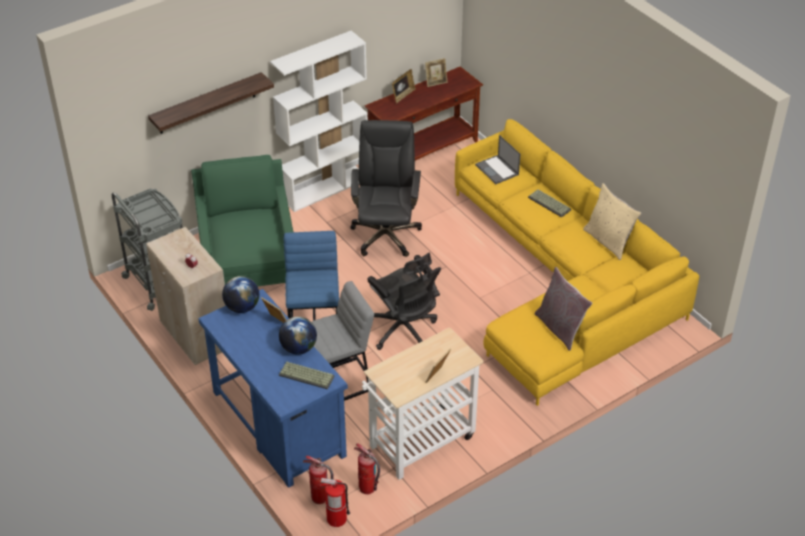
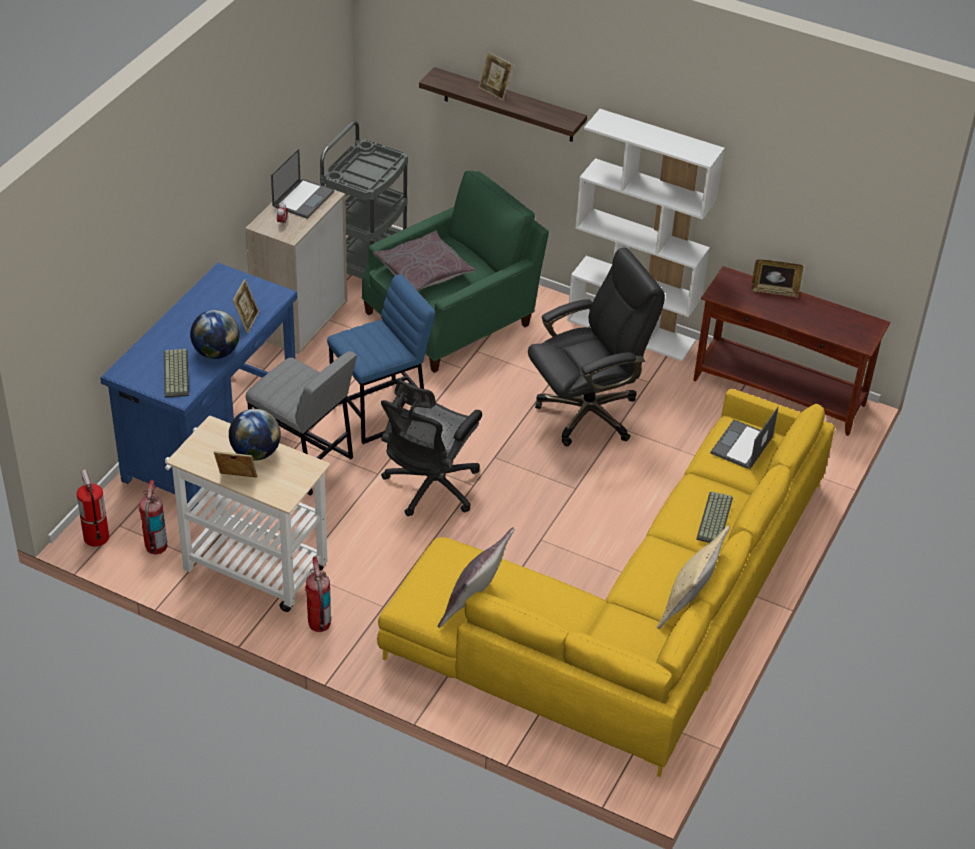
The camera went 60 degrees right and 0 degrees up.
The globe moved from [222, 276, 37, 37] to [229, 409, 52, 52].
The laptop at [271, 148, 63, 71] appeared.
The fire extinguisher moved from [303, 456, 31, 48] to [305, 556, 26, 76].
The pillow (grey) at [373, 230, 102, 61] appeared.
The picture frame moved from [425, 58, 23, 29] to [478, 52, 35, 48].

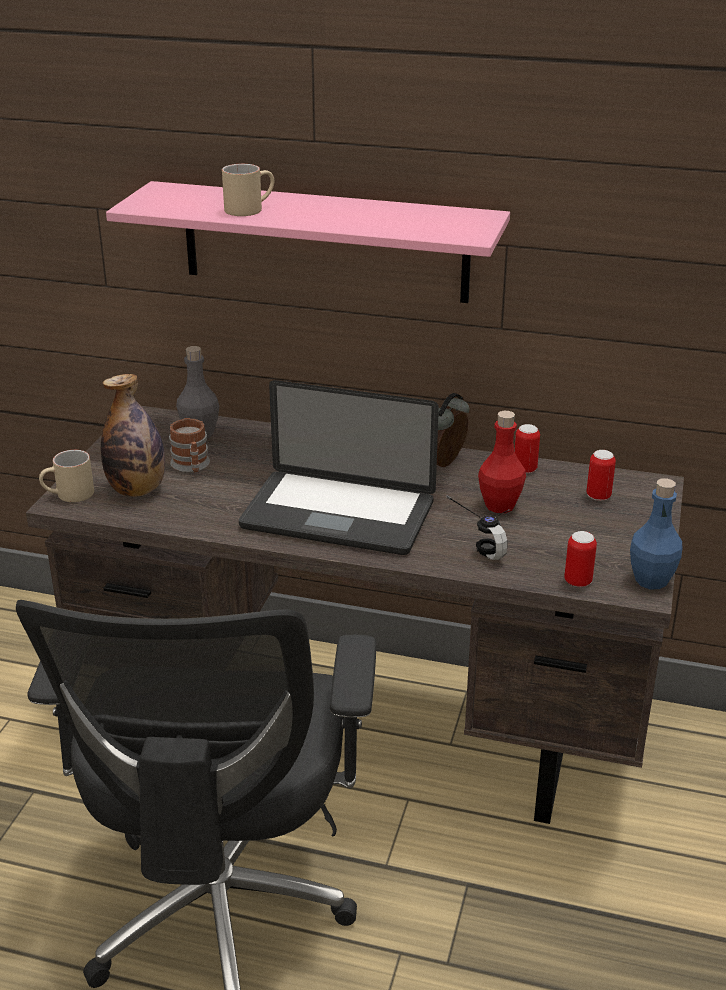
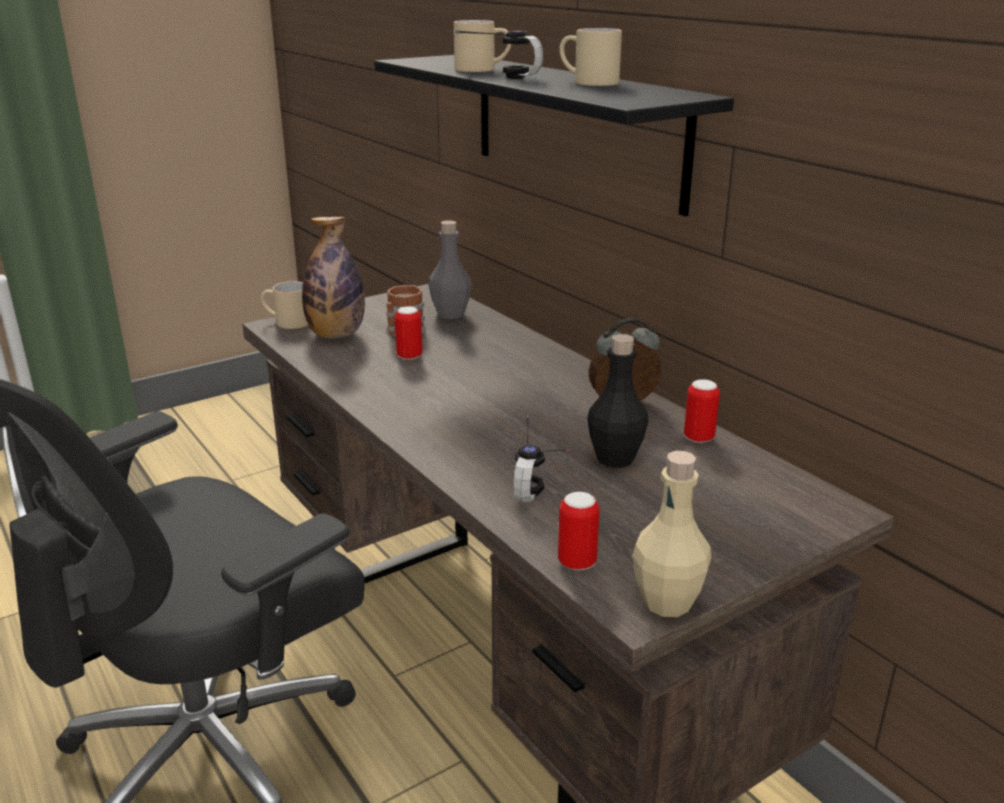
The camera went 40 degrees right and 5 degrees down.
The shelf (pink) at [106, 181, 404, 122] became the shelf (black) at [374, 55, 360, 162].
The can moved from [586, 450, 30, 51] to [395, 306, 28, 54].
The headphones at [454, 30, 89, 49] appeared.
The mug (beige) at [559, 28, 63, 58] appeared.
The bottle (red) at [478, 411, 48, 102] became the bottle (black) at [587, 334, 62, 134].
The bottle (blue) at [630, 478, 52, 111] became the bottle (beige) at [633, 451, 78, 166].
The laptop at [239, 380, 200, 175] disappeared.

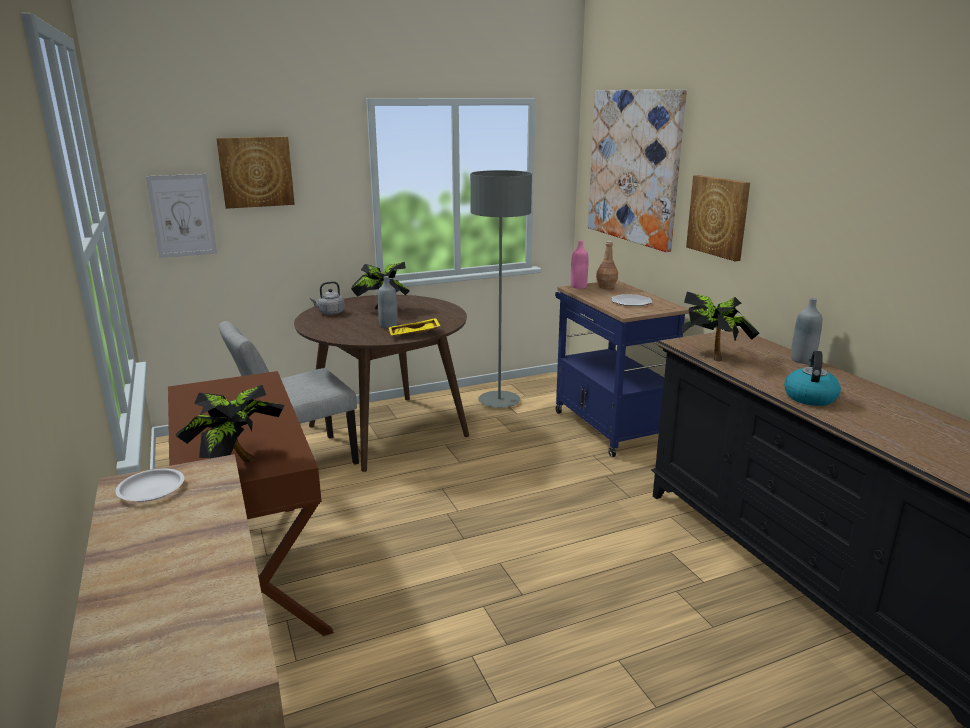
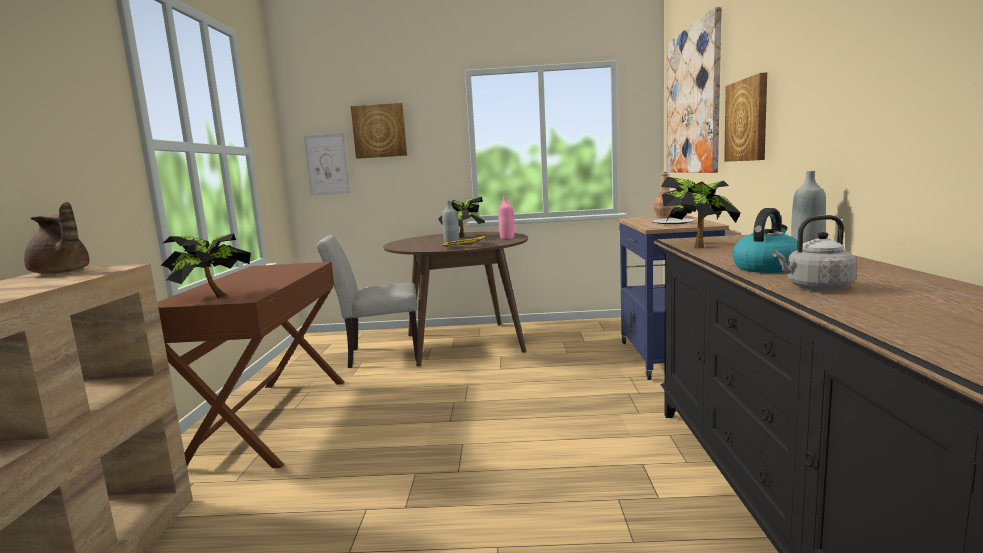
The camera went 25 degrees right and 10 degrees down.
The plate (white) at [115, 469, 69, 33] was replaced by the teapot (brown) at [24, 202, 66, 72].
The bottle (pink) moved from [571, 241, 17, 48] to [498, 196, 17, 43].
The kettle (grey) moved from [310, 281, 35, 34] to [772, 215, 84, 76].
The floor lamp (grey) at [470, 170, 62, 238] disappeared.

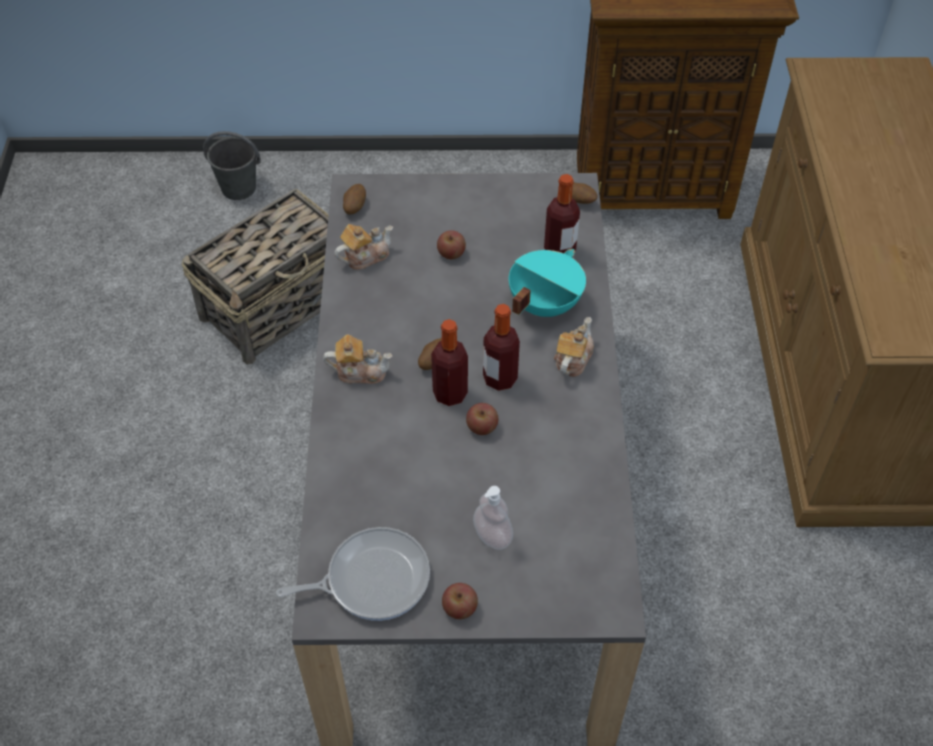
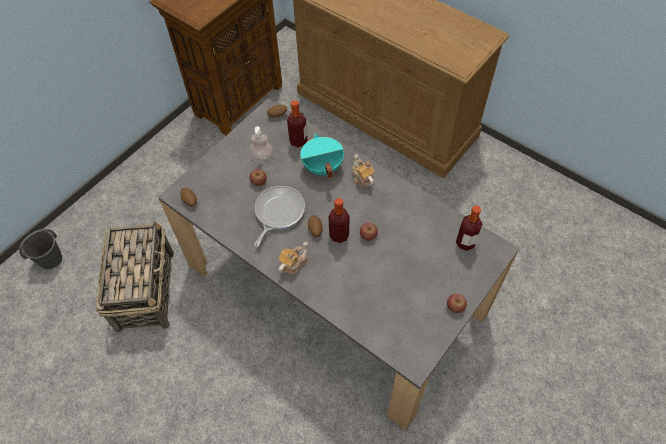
The camera went 50 degrees left and 5 degrees up.
The soap dispenser moved from [473, 486, 40, 64] to [249, 126, 24, 34].
The frying pan moved from [276, 527, 154, 94] to [254, 186, 51, 61].
The bottle moved from [483, 304, 37, 87] to [456, 205, 26, 46].
The teapot at [334, 224, 59, 46] disappeared.

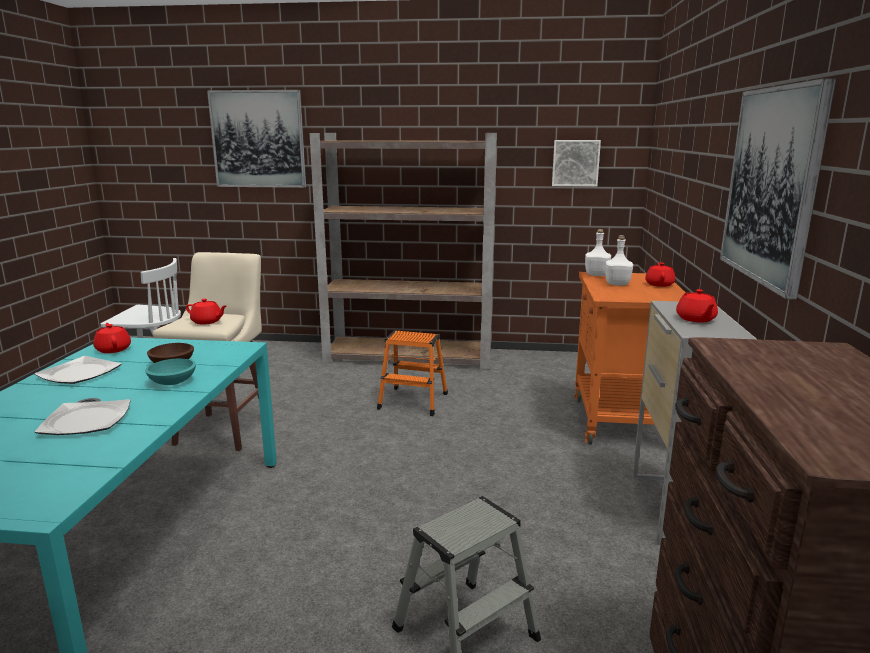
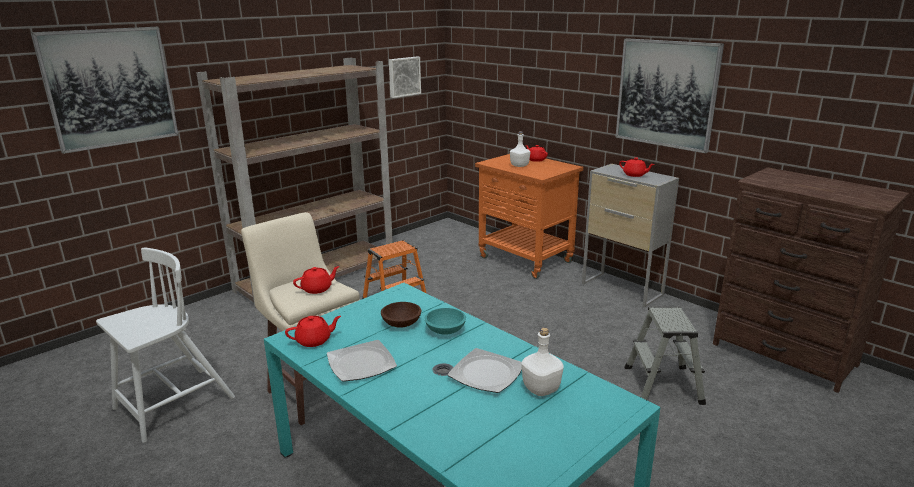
The camera went 50 degrees left and 5 degrees up.
The teapot (red) at [93, 323, 38, 30] turned 150 degrees clockwise.
The bottle (white) moved from [585, 229, 26, 47] to [522, 328, 42, 68].

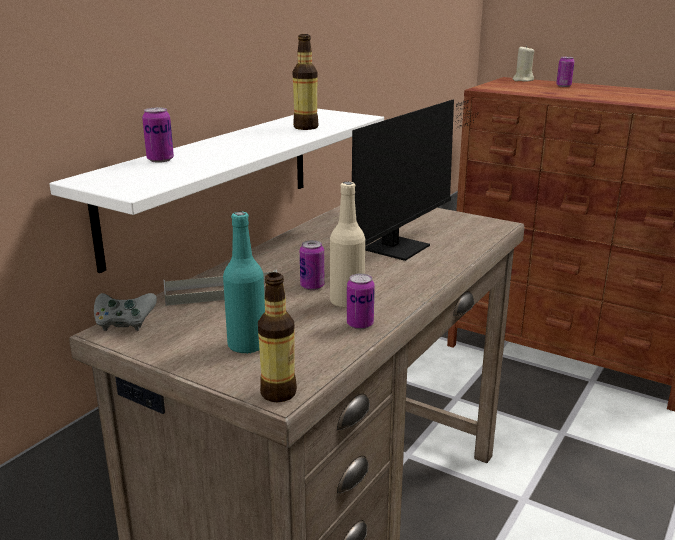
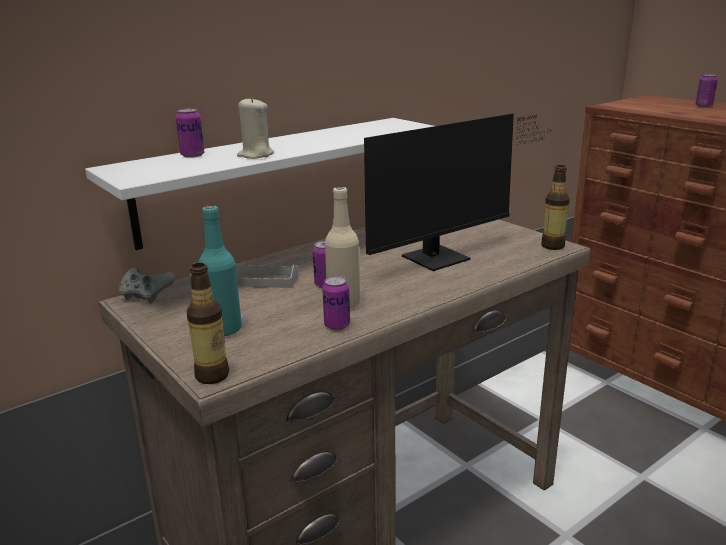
The camera went 20 degrees right and 0 degrees up.
The candle (beige) moved from [513, 45, 21, 36] to [237, 97, 37, 62].
The bottle moved from [293, 34, 25, 96] to [541, 165, 28, 85].

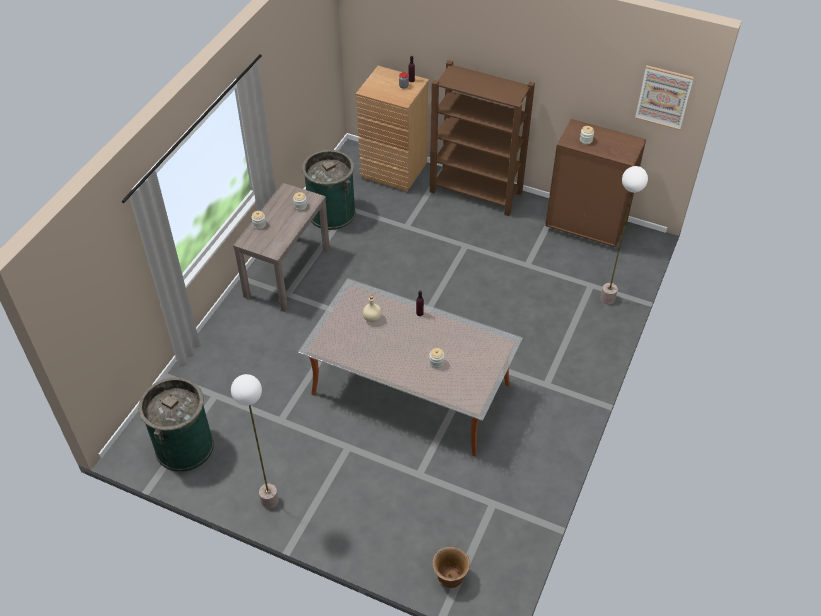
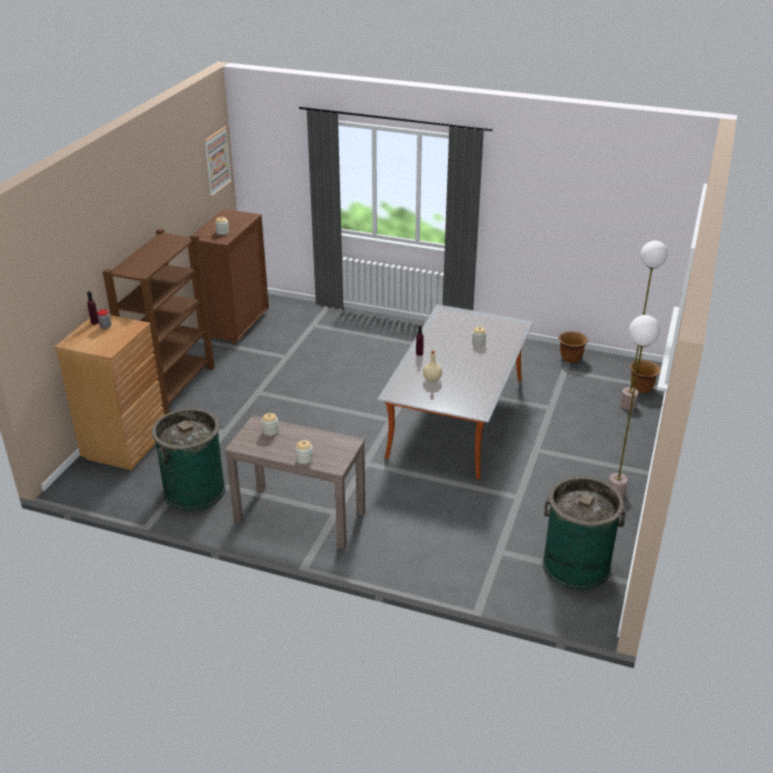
The camera went 95 degrees left and 15 degrees down.
The planter (brown) at [558, 331, 30, 32] appeared.
The floor lamp moved from [600, 166, 48, 139] to [620, 240, 48, 170].

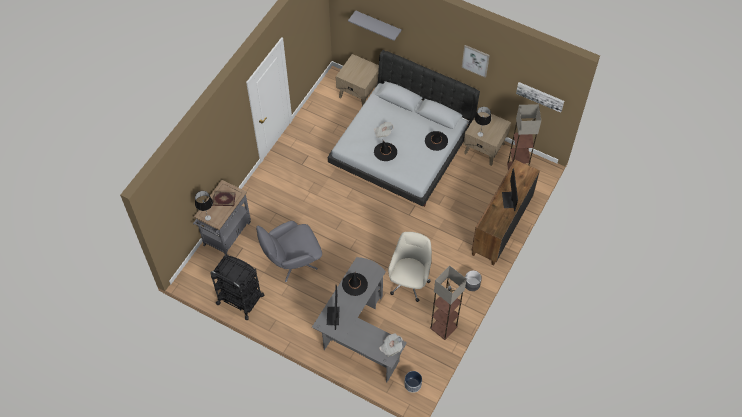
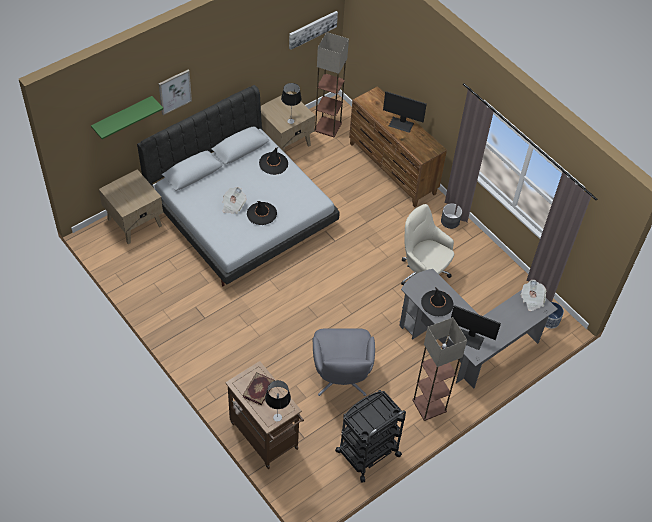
The camera went 70 degrees left and 5 degrees down.
The shelf (grey) at [348, 10, 54, 31] became the shelf (green) at [91, 96, 72, 43].
The picture moved from [462, 45, 28, 33] to [159, 70, 33, 45].
The cart (grey) at [193, 180, 58, 76] became the cart (brown) at [225, 361, 79, 108].
The floor lamp moved from [430, 265, 37, 75] to [412, 317, 55, 104].

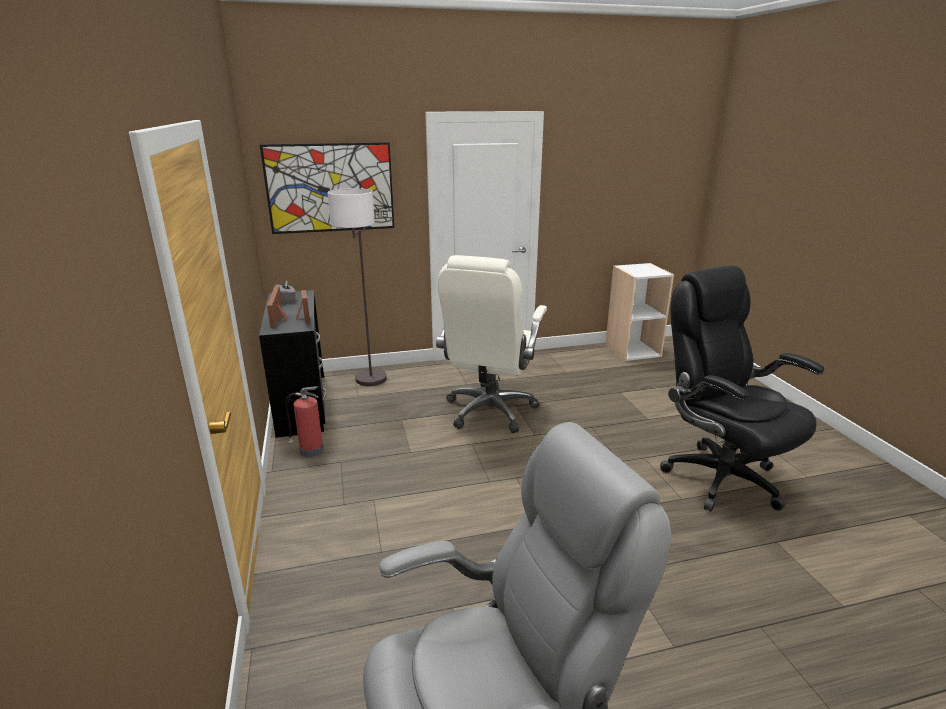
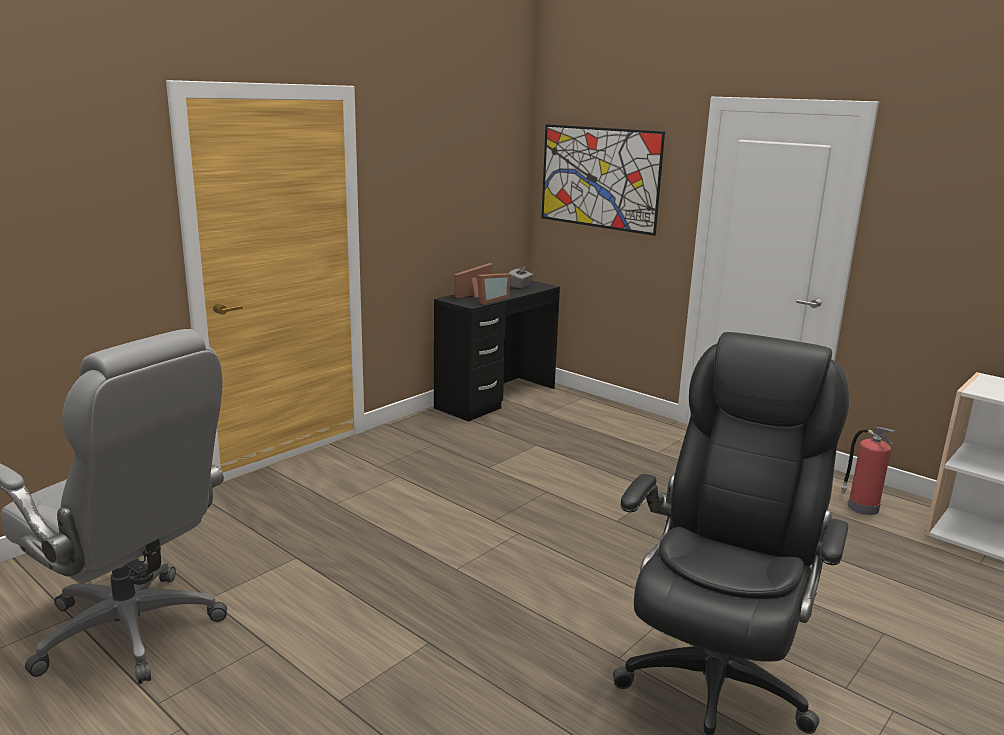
The camera went 55 degrees right and 5 degrees down.
The fire extinguisher moved from [285, 386, 39, 71] to [841, 427, 55, 88].
The floor lamp (white) at [328, 188, 59, 198] disappeared.
The office chair (white) at [436, 255, 111, 178] disappeared.

